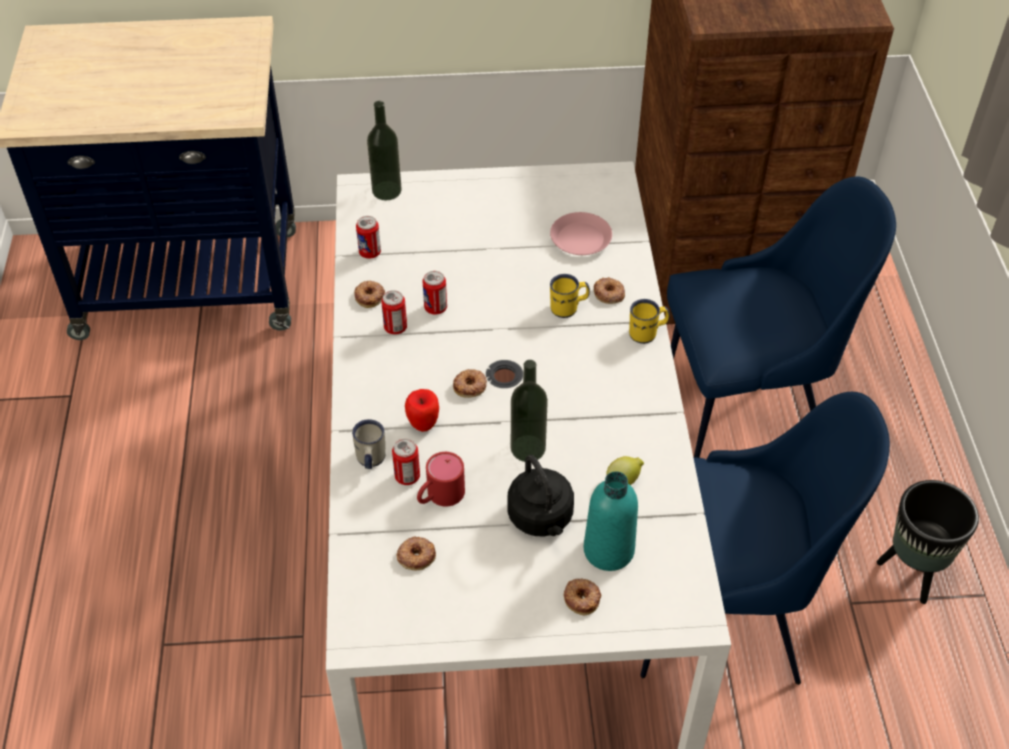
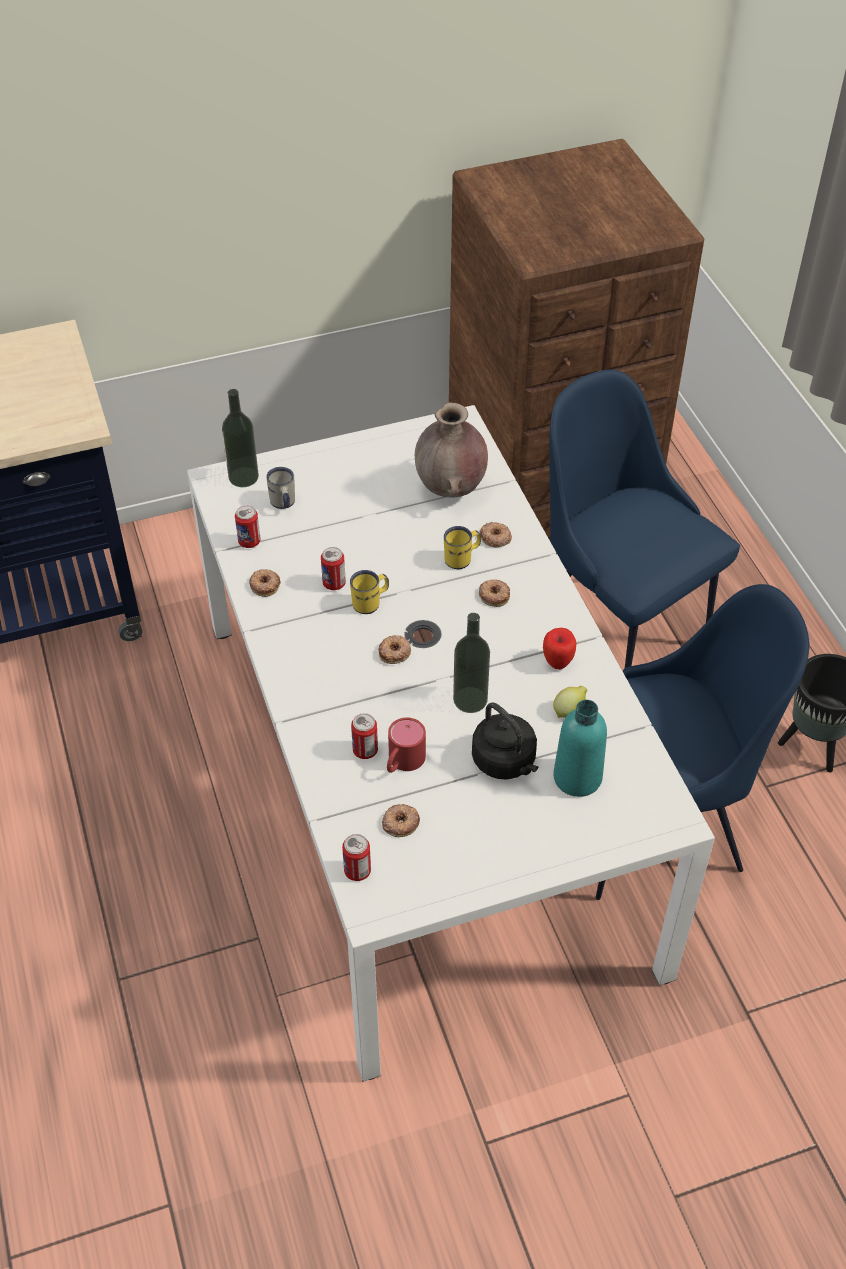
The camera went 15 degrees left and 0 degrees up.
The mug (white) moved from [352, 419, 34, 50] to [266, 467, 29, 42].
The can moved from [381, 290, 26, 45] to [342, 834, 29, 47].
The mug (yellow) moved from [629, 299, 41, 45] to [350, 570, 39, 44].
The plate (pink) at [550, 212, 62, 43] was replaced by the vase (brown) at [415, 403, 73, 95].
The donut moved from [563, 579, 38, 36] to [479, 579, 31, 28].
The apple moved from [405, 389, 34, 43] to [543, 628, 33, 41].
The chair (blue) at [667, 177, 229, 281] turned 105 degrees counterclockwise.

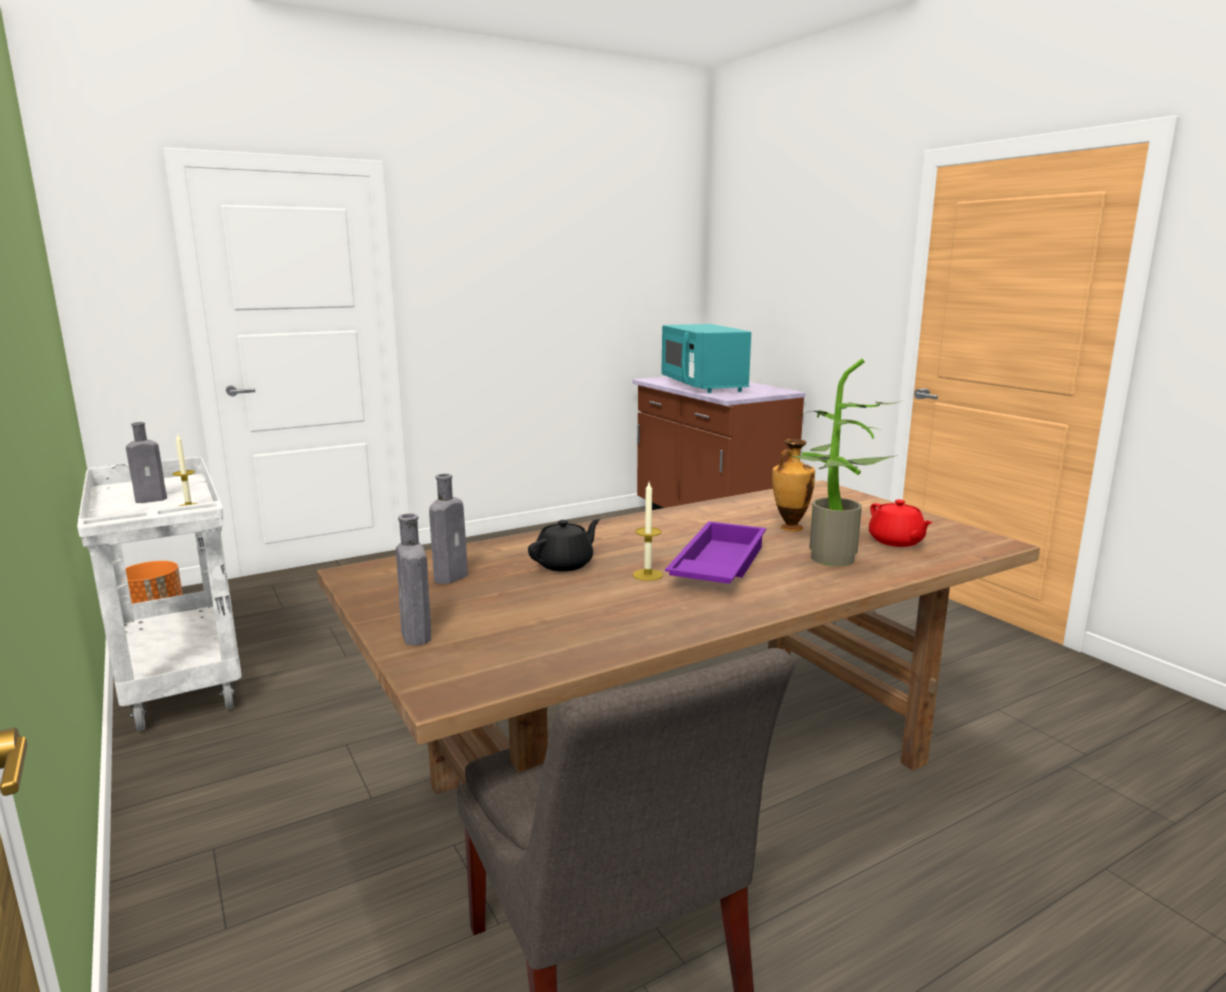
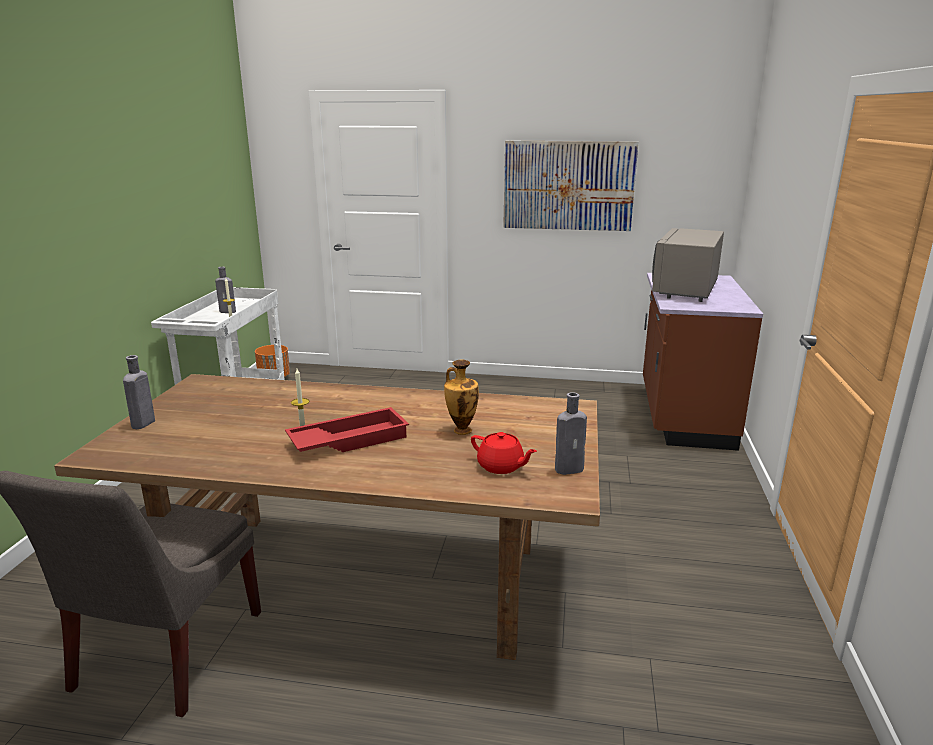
The camera went 40 degrees right and 5 degrees up.
The tray (purple) at [665, 521, 101, 63] became the tray (red) at [285, 407, 124, 45].
The teapot (red) at [869, 499, 64, 48] turned 75 degrees counterclockwise.
The picture at [503, 141, 135, 90] appeared.
The bottle (grey) moved from [429, 474, 39, 110] to [555, 392, 32, 83].
The microwave (turquoise) at [662, 324, 89, 69] became the microwave (grey) at [652, 228, 72, 74].
The teapot (black) at [528, 519, 72, 53] disappeared.
The potted plant at [789, 359, 112, 207] disappeared.

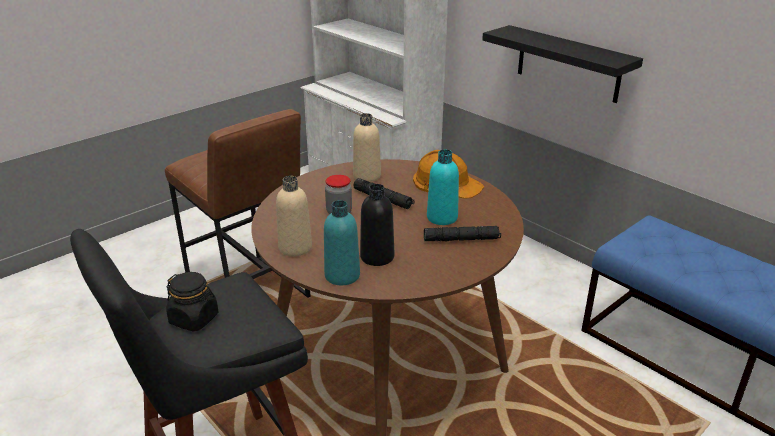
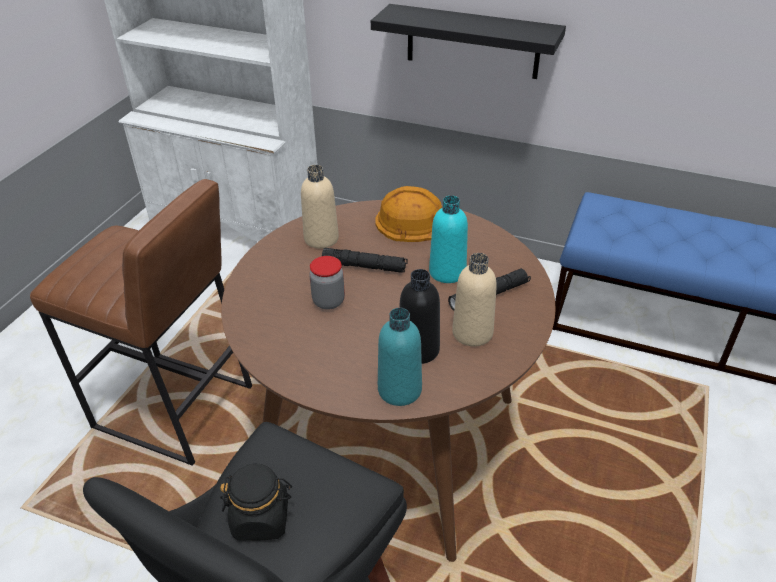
The camera went 25 degrees left and 10 degrees up.
The bottle (beige) moved from [276, 176, 36, 80] to [452, 253, 45, 93].

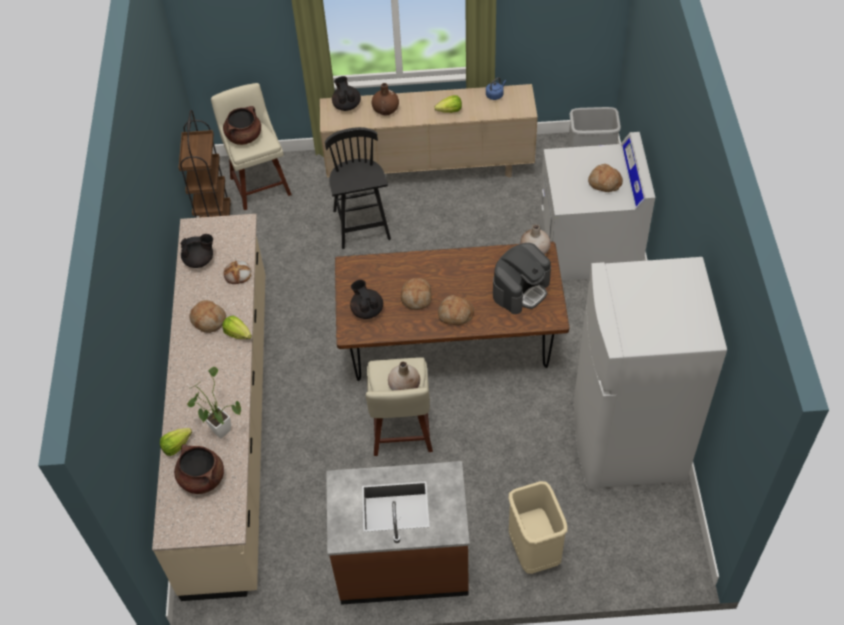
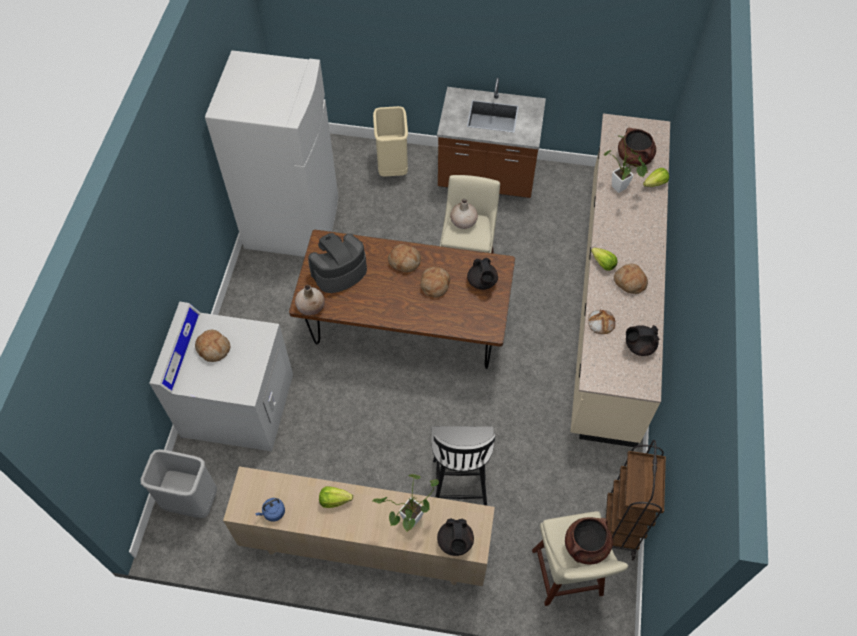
The camera went 170 degrees left and 5 degrees up.
The vase (brown) at [371, 83, 28, 33] was replaced by the potted plant at [372, 474, 67, 58].

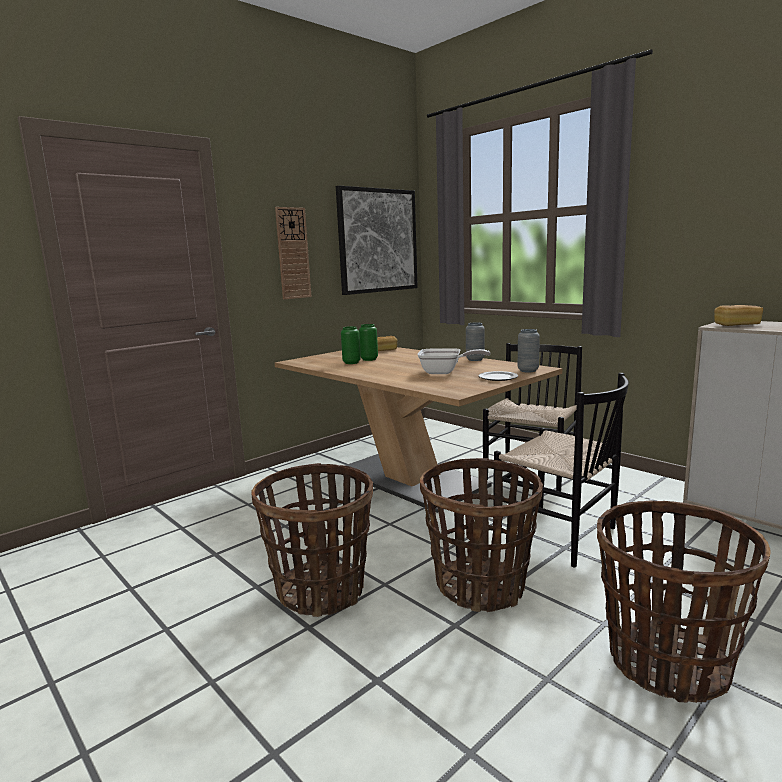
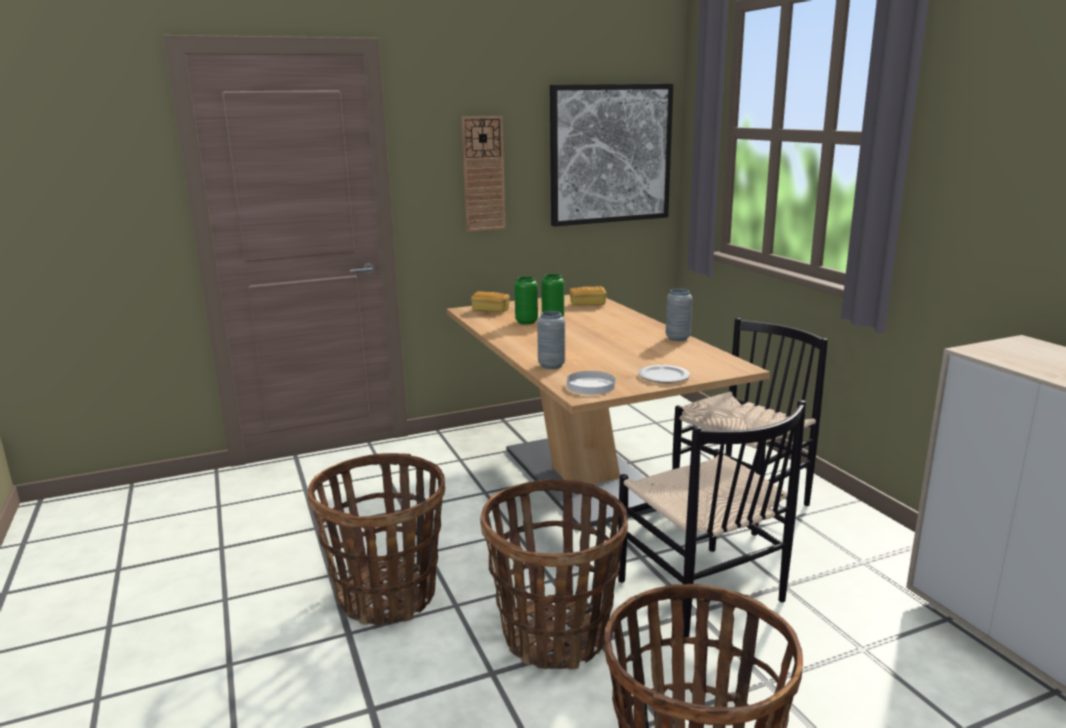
The camera went 20 degrees right and 5 degrees up.
The bread moved from [714, 305, 49, 21] to [471, 291, 39, 21].
The vase (grey) moved from [518, 329, 22, 43] to [537, 311, 28, 58].
The plate (white) at [567, 371, 48, 24] appeared.
The frying pan at [417, 348, 73, 26] disappeared.

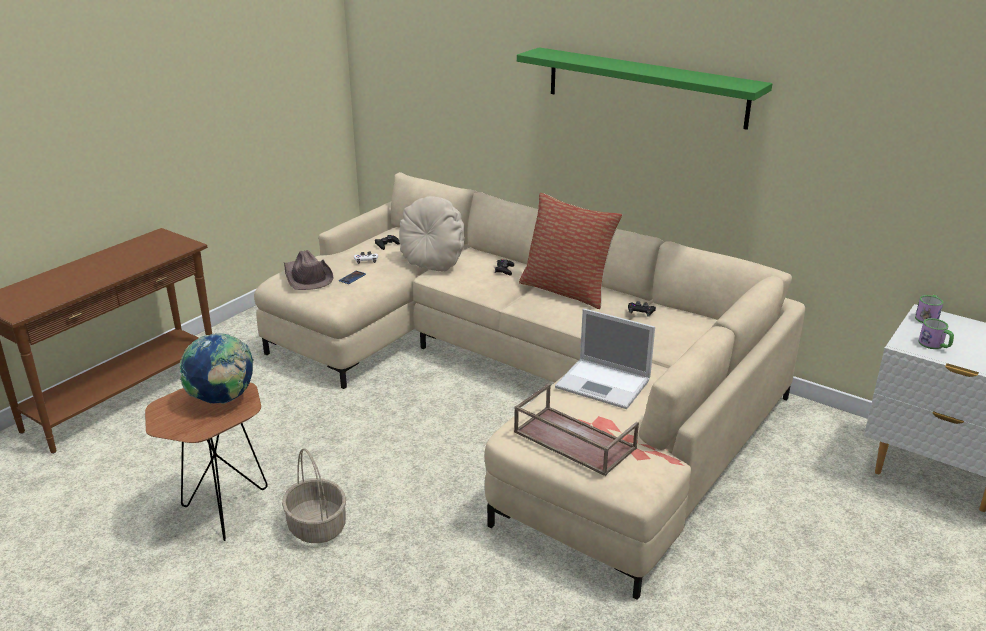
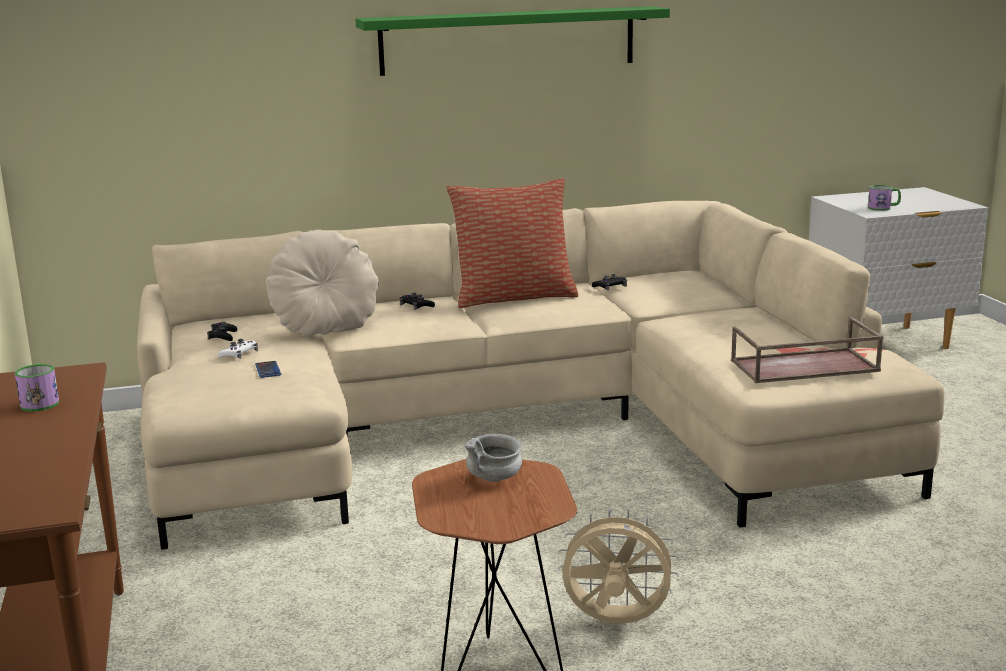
The camera went 50 degrees left and 10 degrees down.
The mug moved from [915, 295, 28, 28] to [15, 363, 44, 49].
The globe at [180, 333, 73, 71] was replaced by the bowl (grey) at [465, 434, 57, 48].
The basket at [282, 448, 64, 95] was replaced by the fan (beige) at [558, 508, 121, 116].
The hat (brown) at [284, 250, 50, 40] disappeared.
The laptop at [555, 309, 100, 100] disappeared.

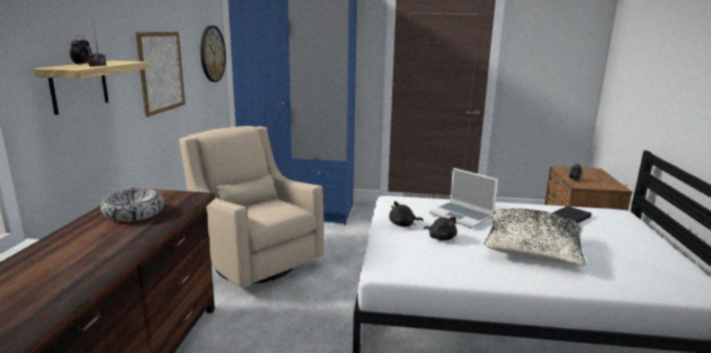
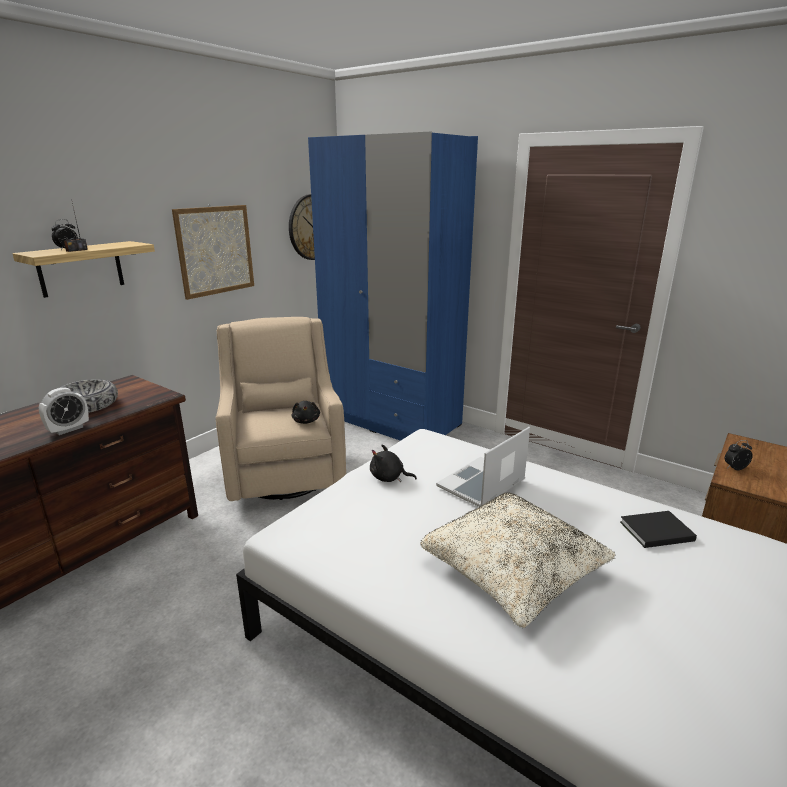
The camera went 30 degrees right and 5 degrees up.
The alarm clock at [39, 387, 50, 48] appeared.
The plush toy (black) moved from [424, 217, 33, 24] to [292, 401, 28, 23].
The laptop at [429, 168, 69, 60] turned 60 degrees clockwise.

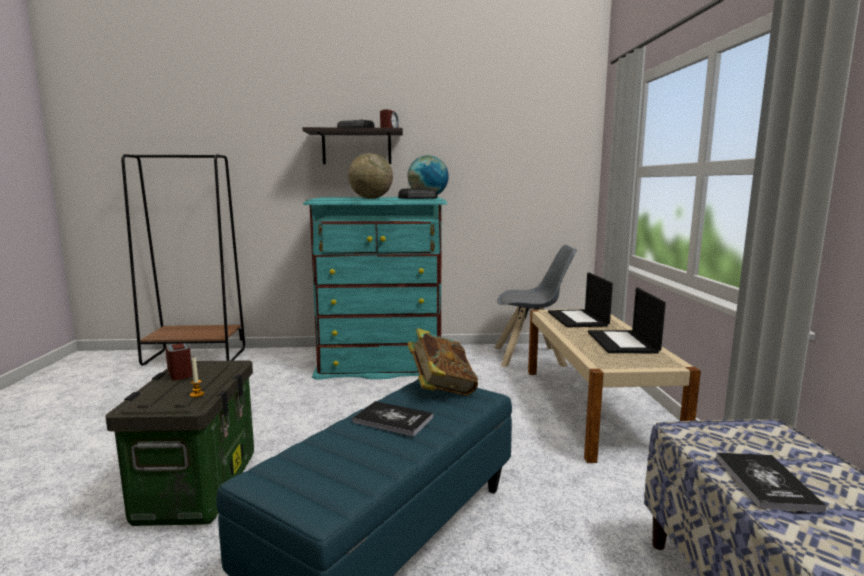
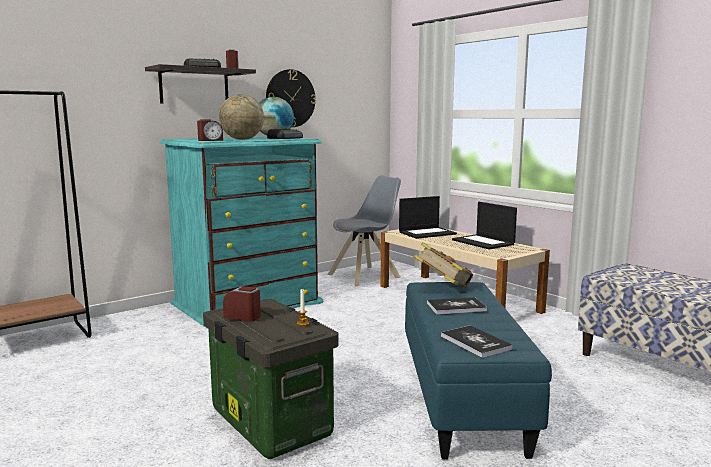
The camera went 35 degrees left and 0 degrees up.
The alarm clock at [197, 119, 26, 22] appeared.
The wall clock at [266, 69, 50, 58] appeared.
The laptop at [548, 272, 65, 55] turned 75 degrees counterclockwise.
The book moved from [716, 453, 110, 59] to [441, 325, 72, 33].

